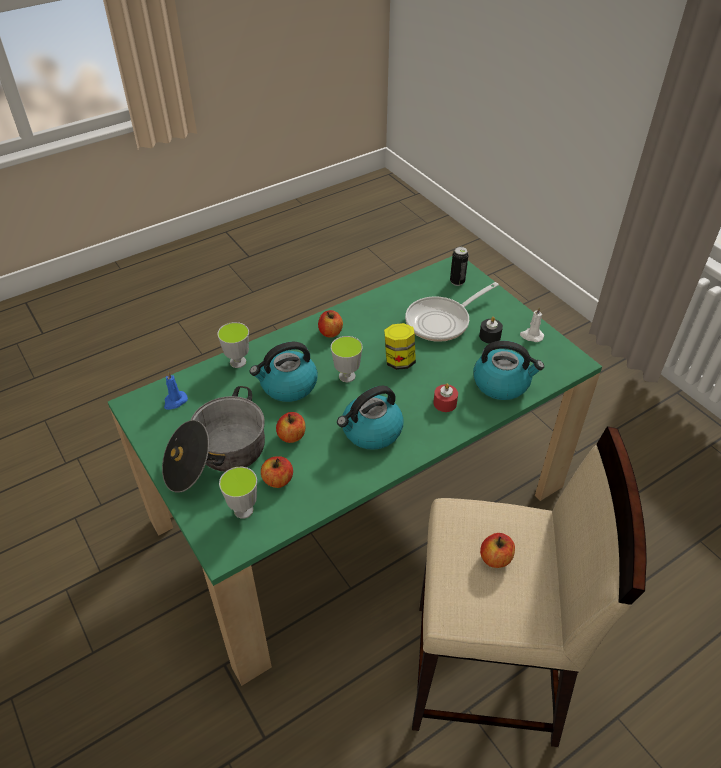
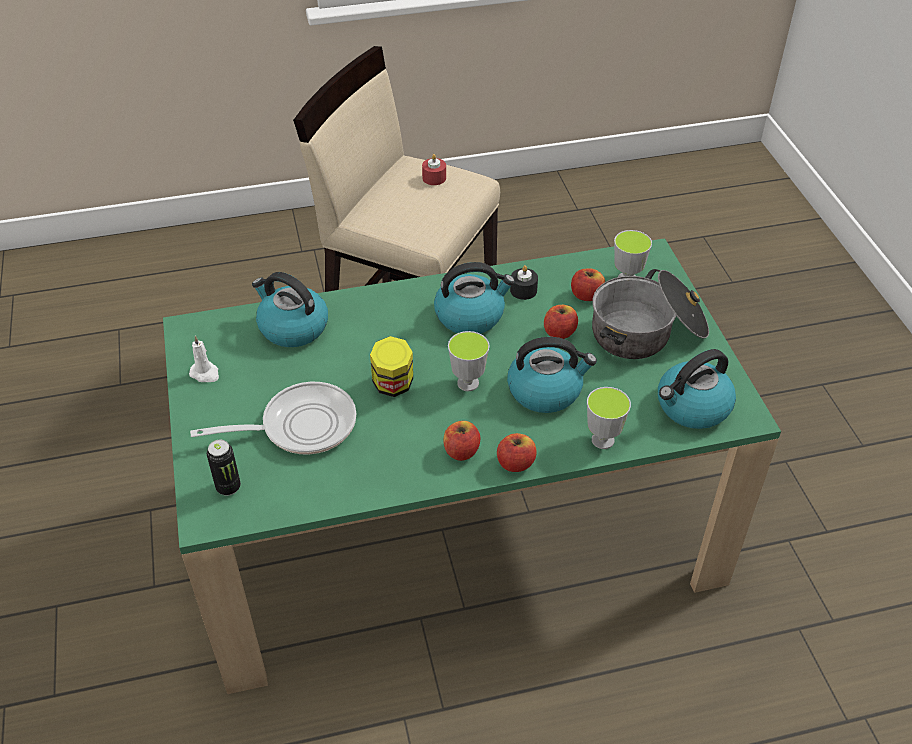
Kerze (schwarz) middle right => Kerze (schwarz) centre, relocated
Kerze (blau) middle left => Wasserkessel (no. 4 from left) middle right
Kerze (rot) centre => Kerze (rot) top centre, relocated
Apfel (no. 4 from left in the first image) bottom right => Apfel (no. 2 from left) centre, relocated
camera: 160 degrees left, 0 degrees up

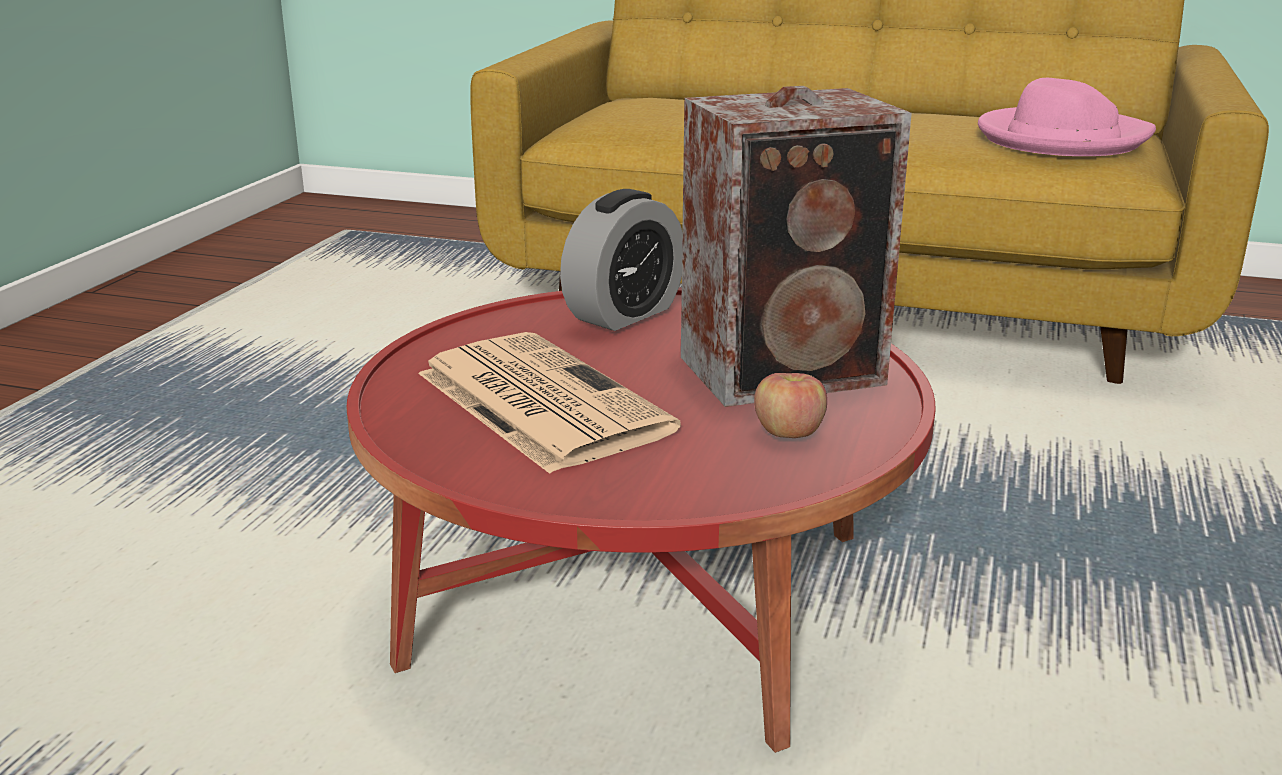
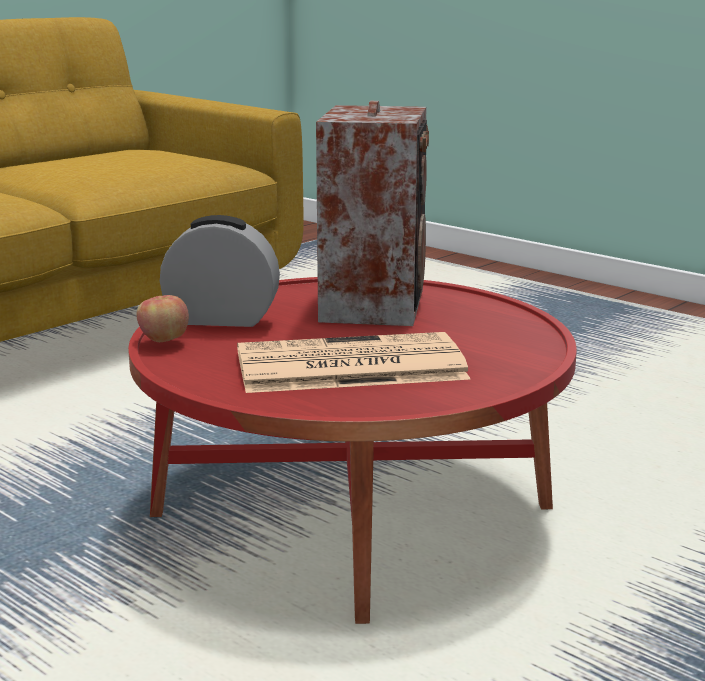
Hut (rosa) top right => nothing
Wecker centre => Wecker middle left, 60 degrees counterclockwise
Apfel centre => Apfel middle left, relocated
camera: 65 degrees left, 5 degrees down

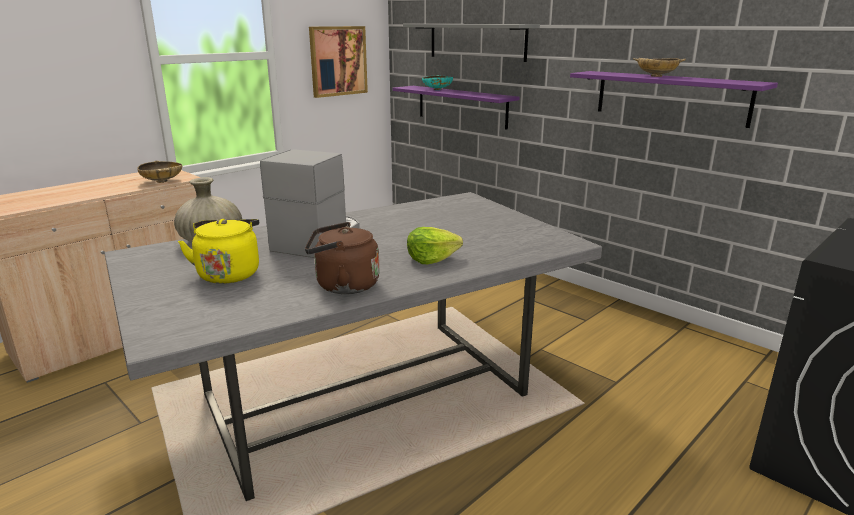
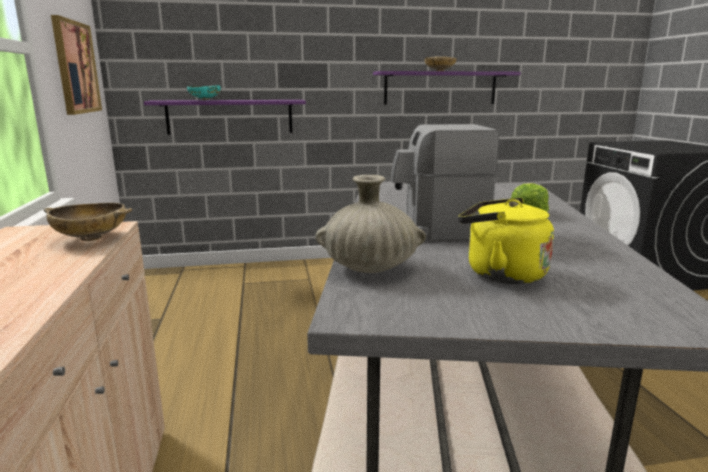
Wandregal (grau) top centre => nothing
Kaffeemaschine centre, 60 degrees counterclockwise
Wasserkessel (braun) centre => nothing
camera: 55 degrees left, 5 degrees down

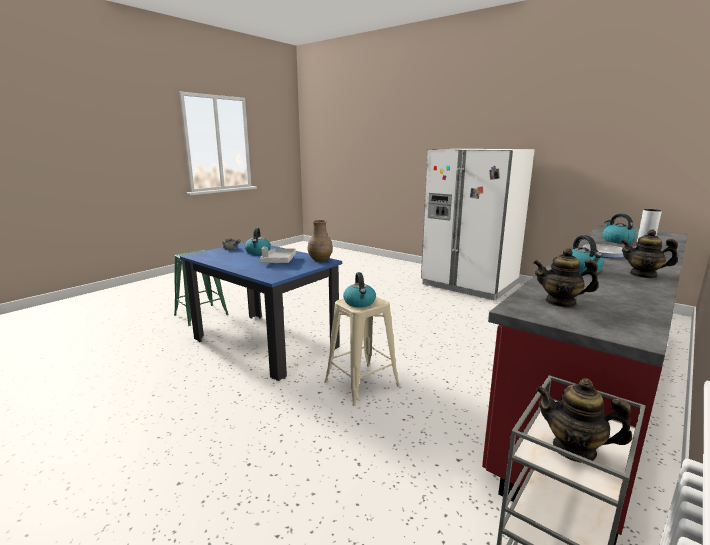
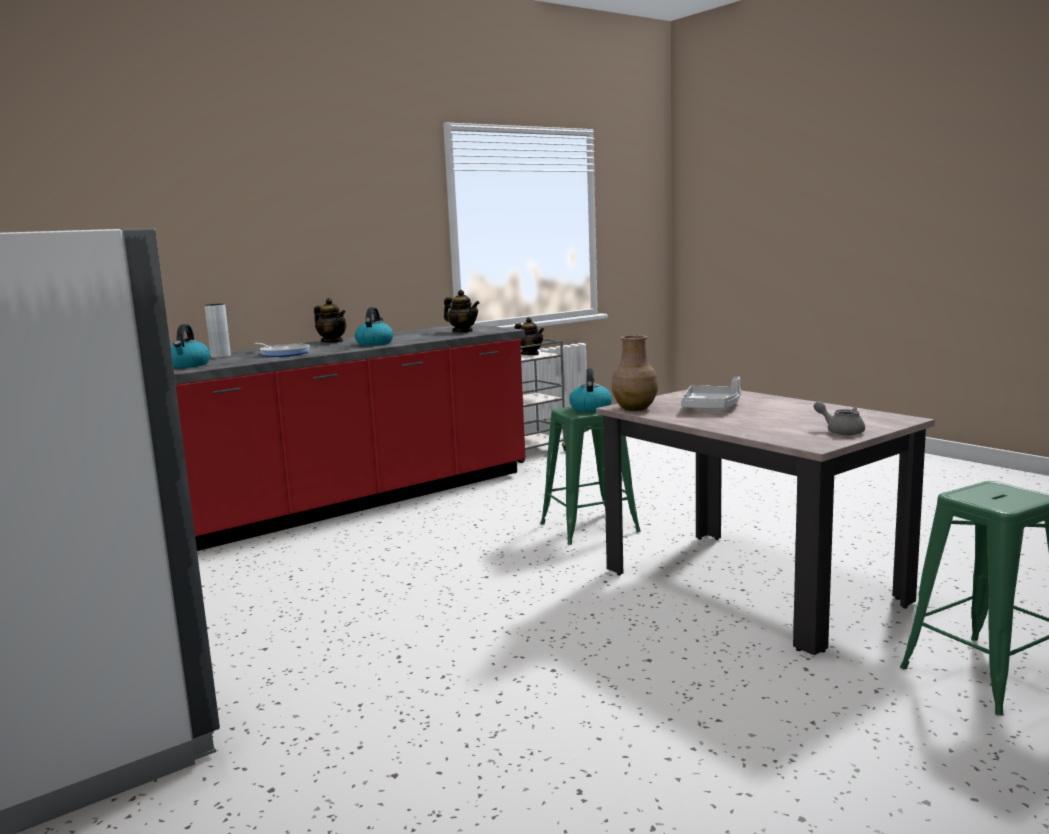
Wasserkessel (no. 1 from left) centre => nothing
Esstisch (blau) centre => Esstisch (beige) middle right
Hocker (beige) centre => Hocker (grün) (no. 1 from left) centre
camera: 165 degrees left, 5 degrees down

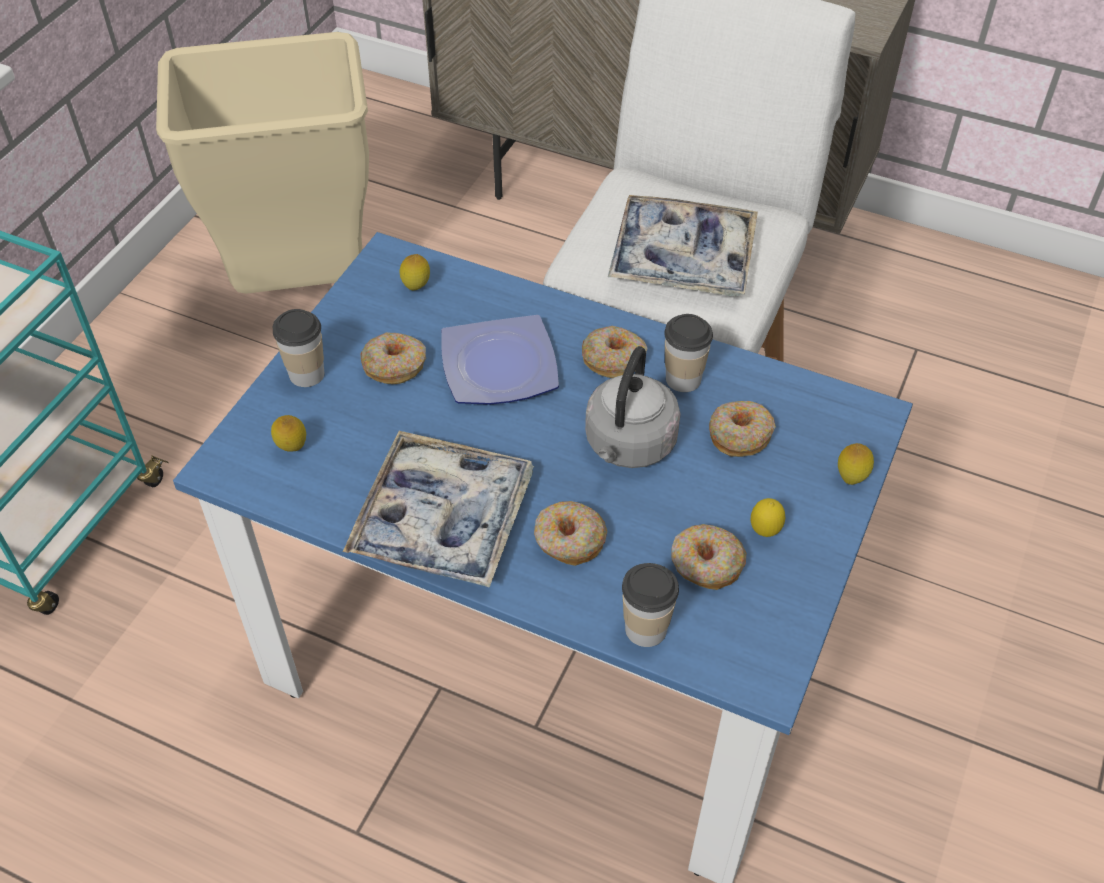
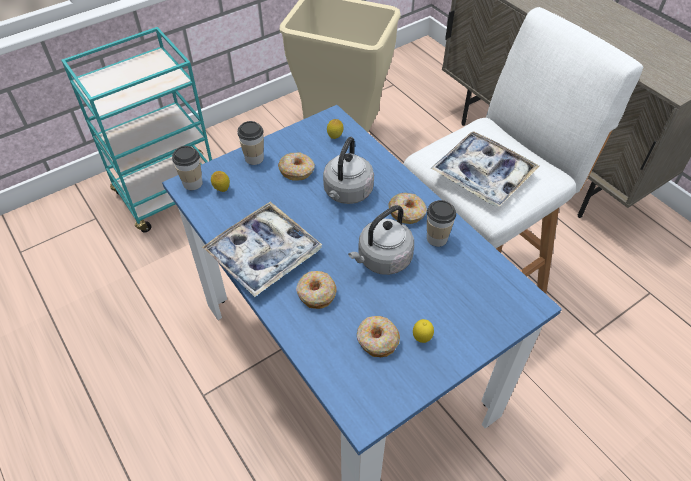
Teller centre => Wasserkessel (grau) (no. 1 from left) centre
Donut (no. 5 from left) middle right => nothing
Zitrone (no. 4 from left) middle right => nothing
Tasse (no. 2 from left in the first image) bottom centre => Tasse (no. 1 from left) middle left, relocated
camera: 30 degrees right, 0 degrees up

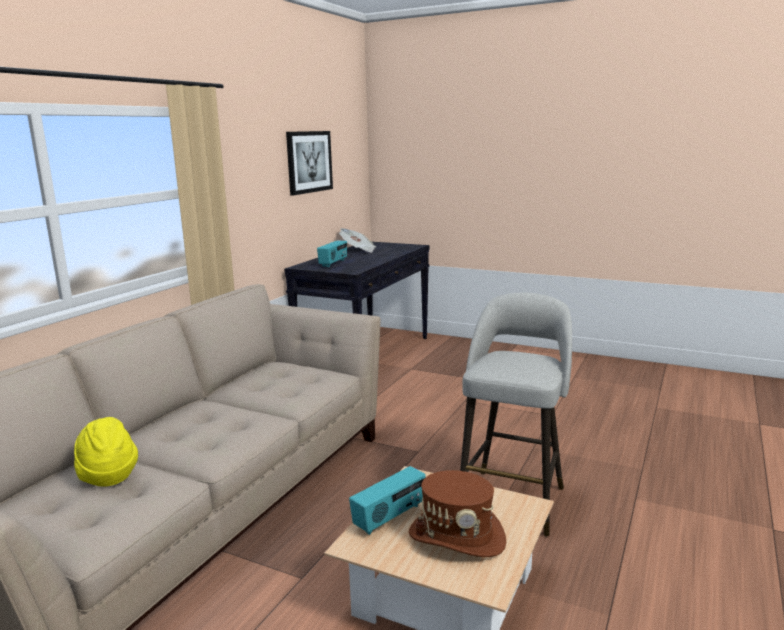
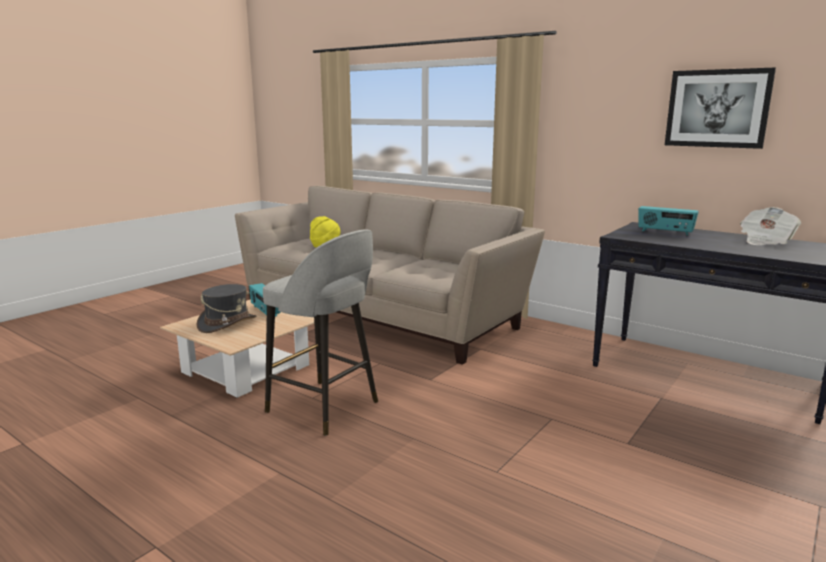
Hut (braun) bottom centre => Hut (grau) middle left
camera: 100 degrees right, 0 degrees up

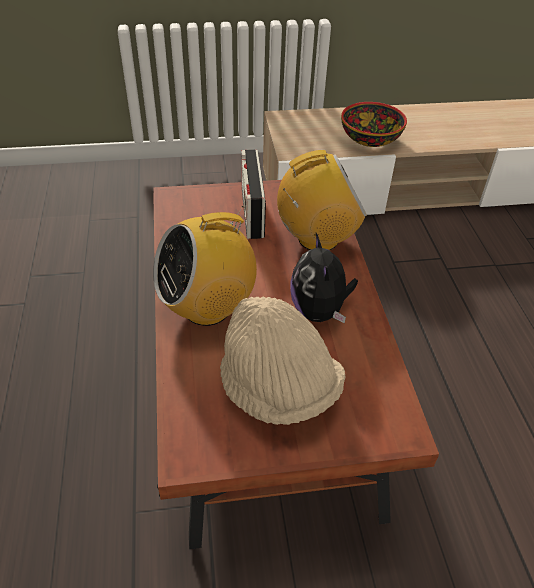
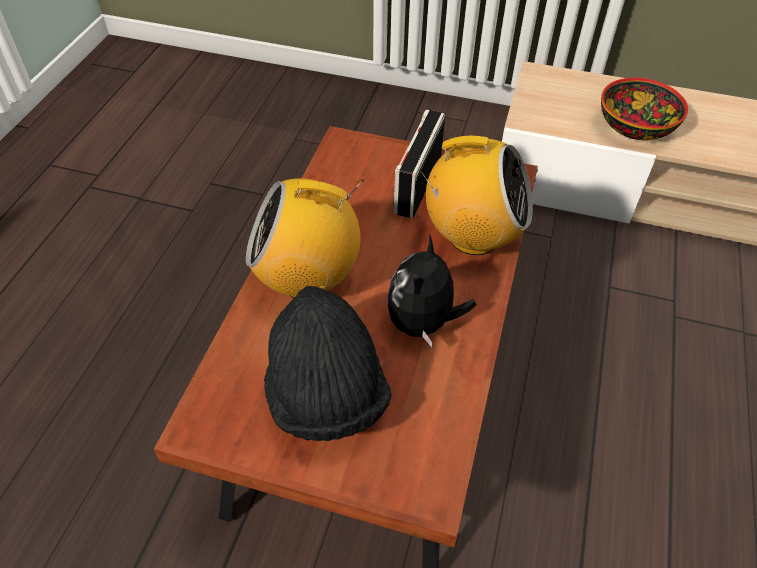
Hut (beige) centre => Hut (schwarz) centre
camera: 25 degrees right, 5 degrees up

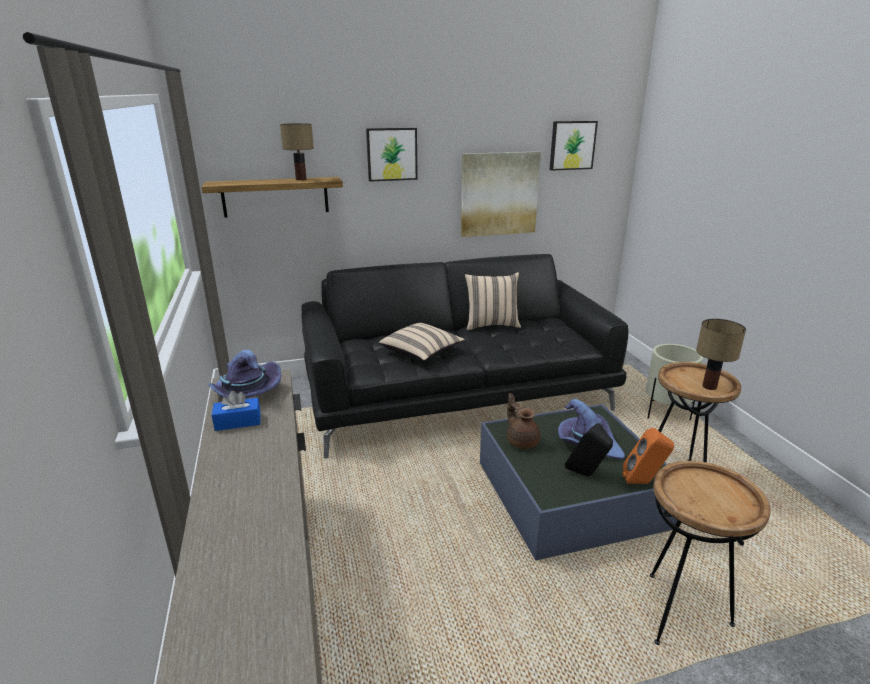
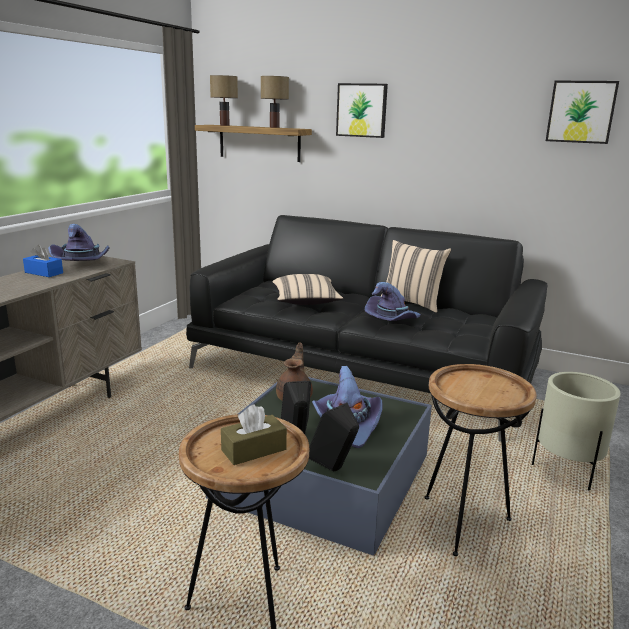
Bild (no. 2 from left) top centre => nothing
Tischlampe (no. 2 from left in the first image) middle right => Tischlampe (no. 1 from left) top centre, relocated
Lautsprecher (orange) bottom right => Lautsprecher (schwarz) (no. 2 from left) bottom centre
nothing => Hut (lila) (no. 3 from left) centre
nothing => Taschentuchbox (braun) bottom centre
camera: 40 degrees right, 5 degrees down

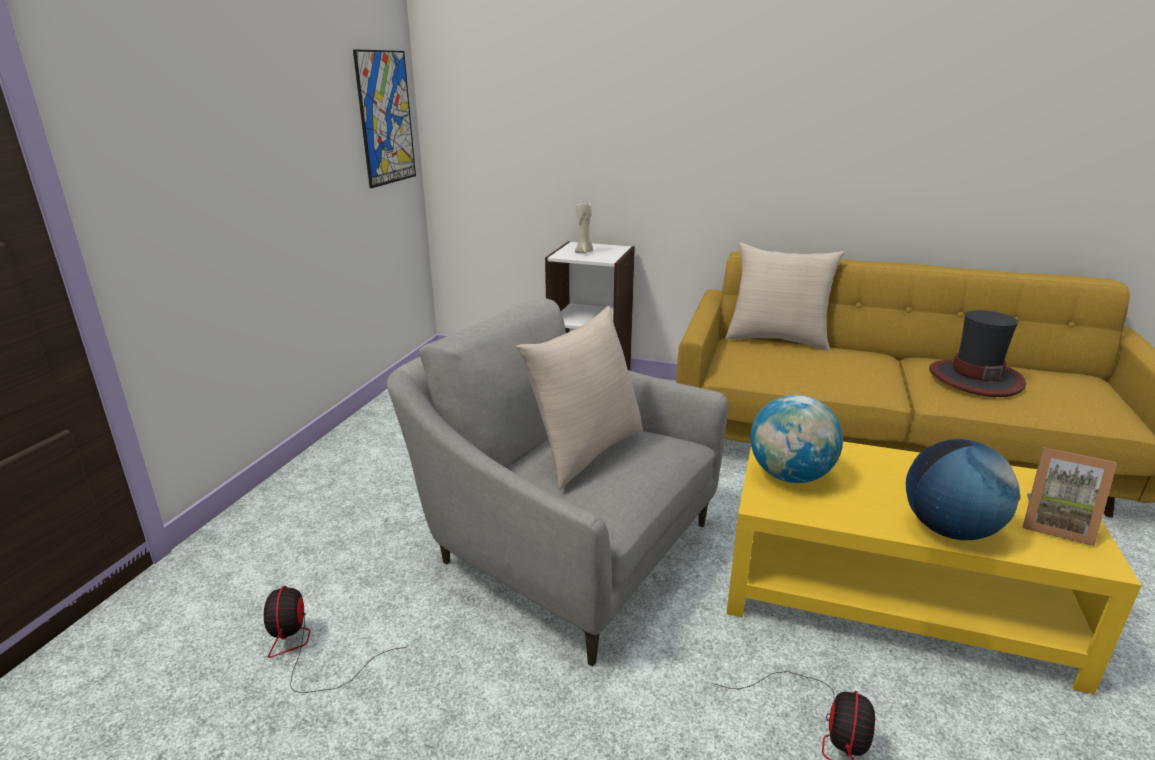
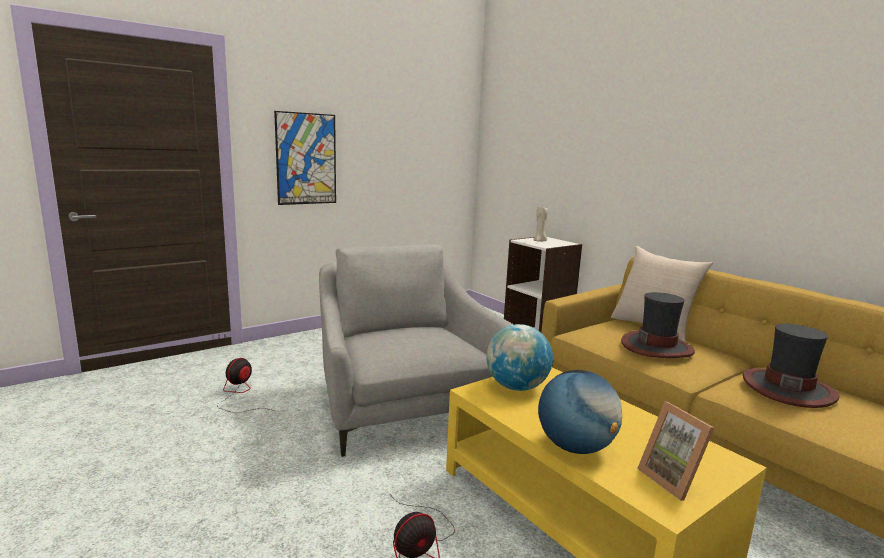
Bild top left => Bild top centre, relocated
Kissen (beige) (no. 1 from left) centre => nothing
nothing => Hut (no. 1 from left) middle right
camera: 35 degrees right, 10 degrees down

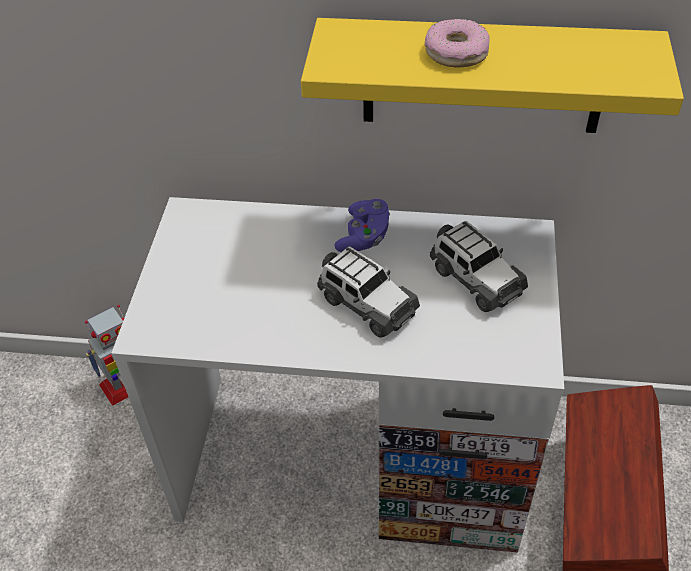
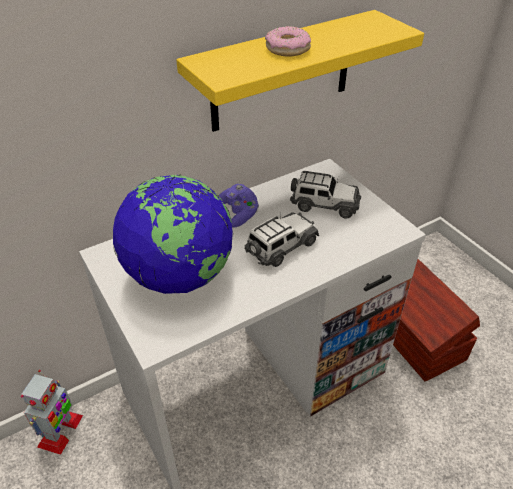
Spielzeugauto (no. 1 from left) centre, 45 degrees counterclockwise
nothing => Globus centre
camera: 40 degrees left, 5 degrees down

